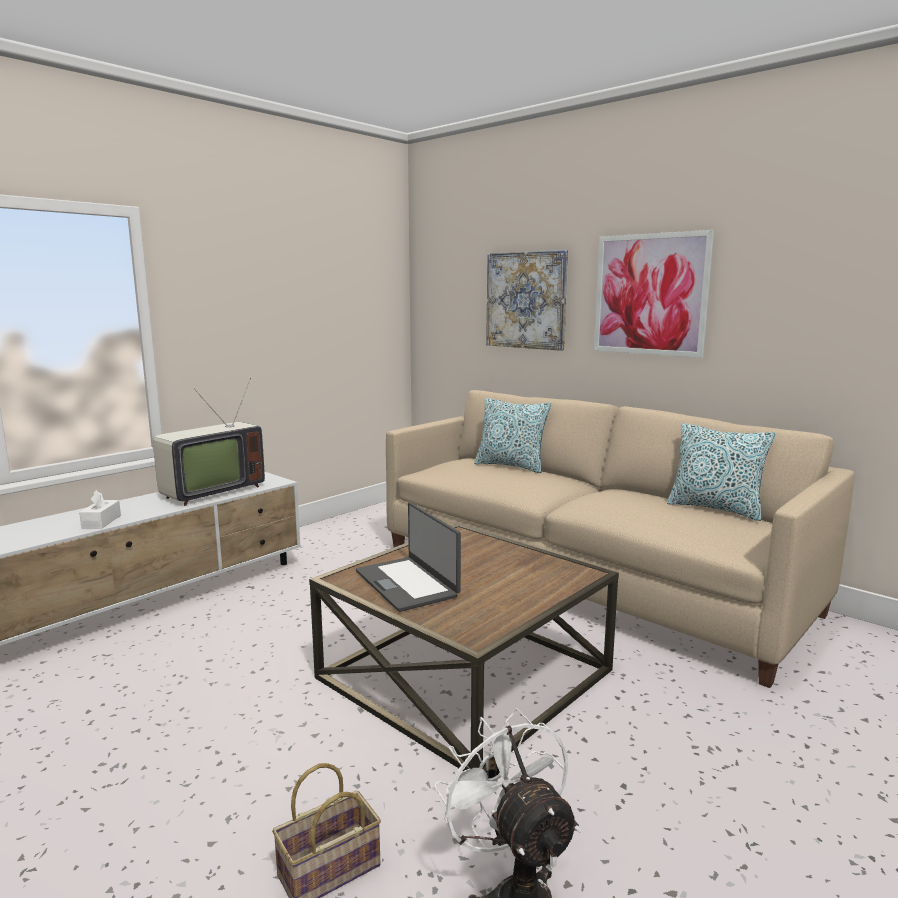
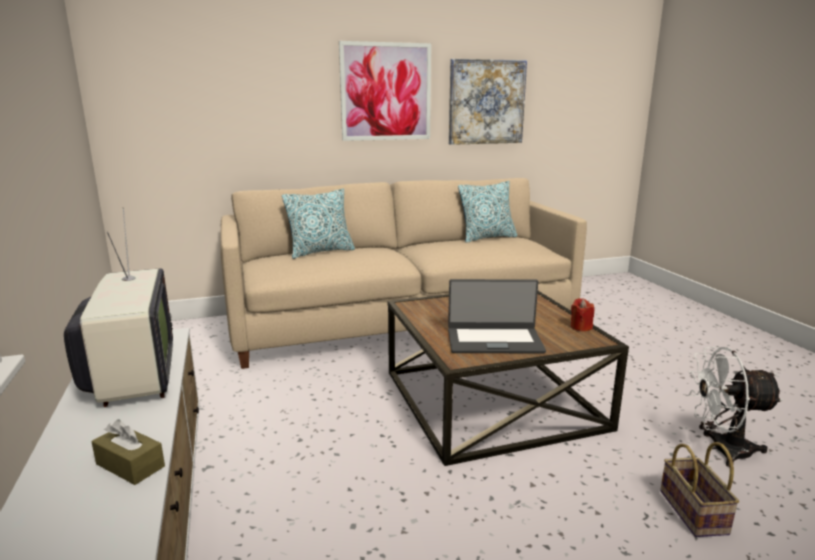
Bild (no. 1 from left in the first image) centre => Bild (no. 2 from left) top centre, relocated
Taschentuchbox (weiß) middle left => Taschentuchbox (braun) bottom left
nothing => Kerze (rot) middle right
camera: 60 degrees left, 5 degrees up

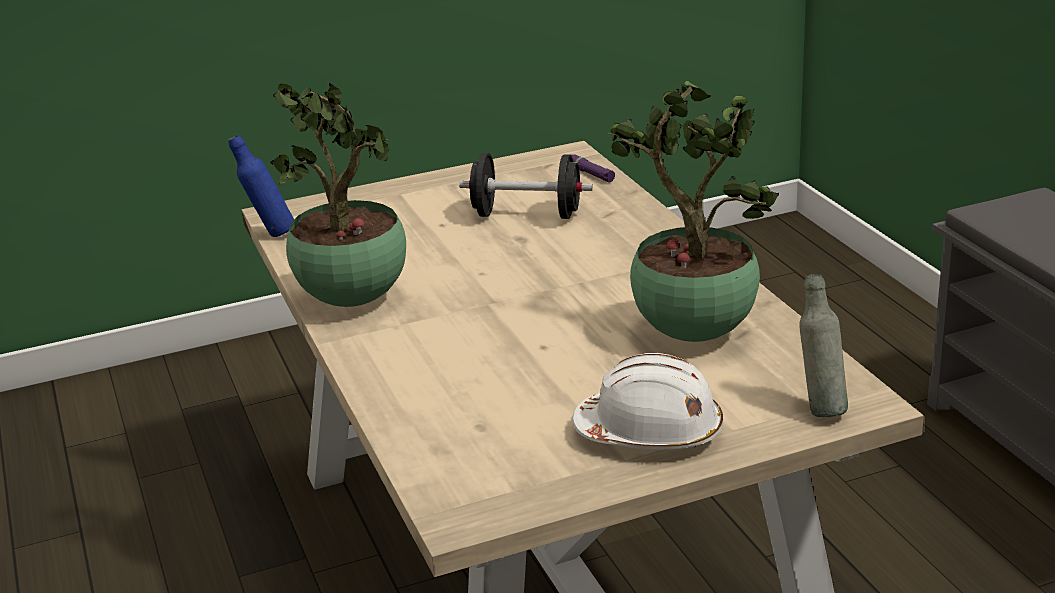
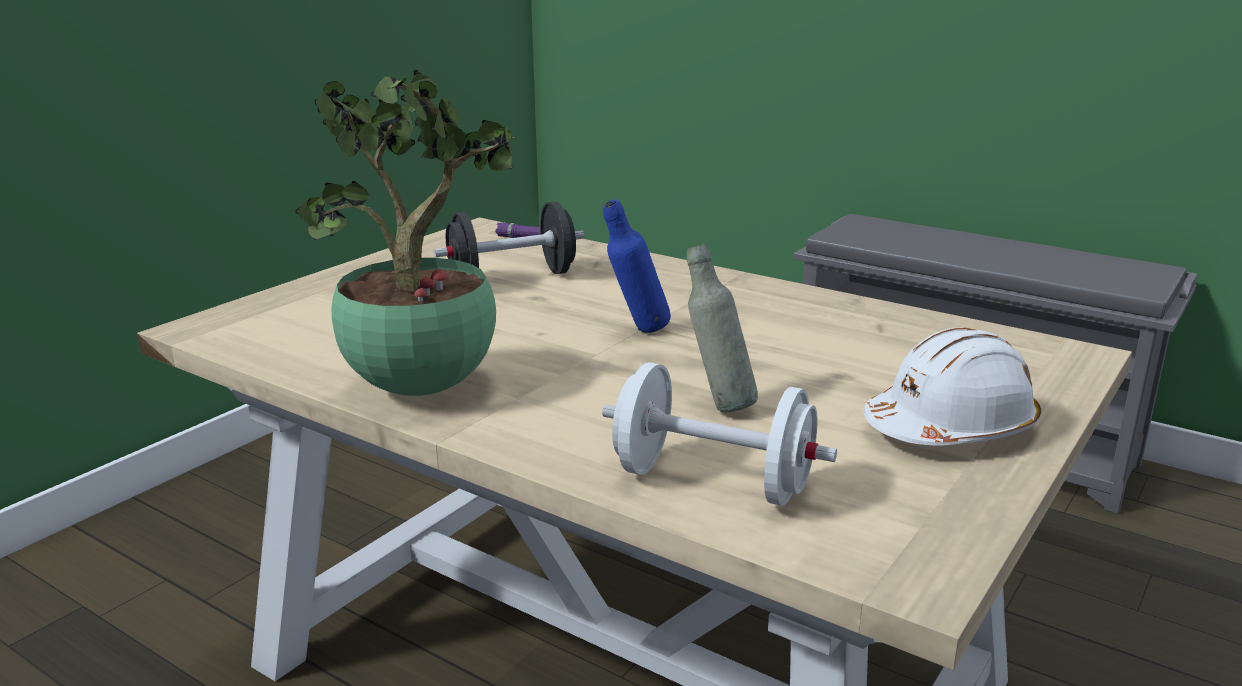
Topfpflanze (no. 2 from left) centre => nothing
Flasche (blau) top left => Flasche (blau) centre, relocated
Flasche (grau) middle right => Flasche (grau) centre, relocated
nothing => Hantel (weiß) centre
camera: 35 degrees left, 5 degrees down

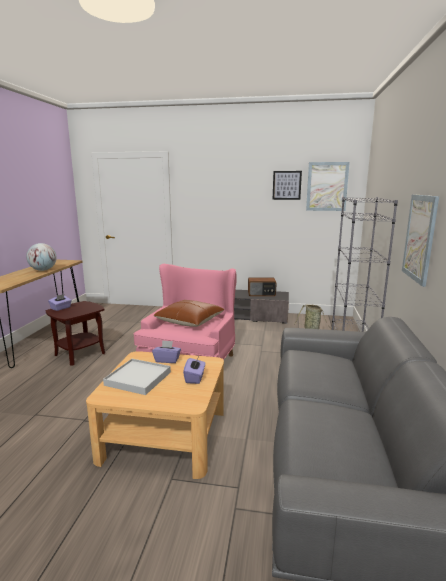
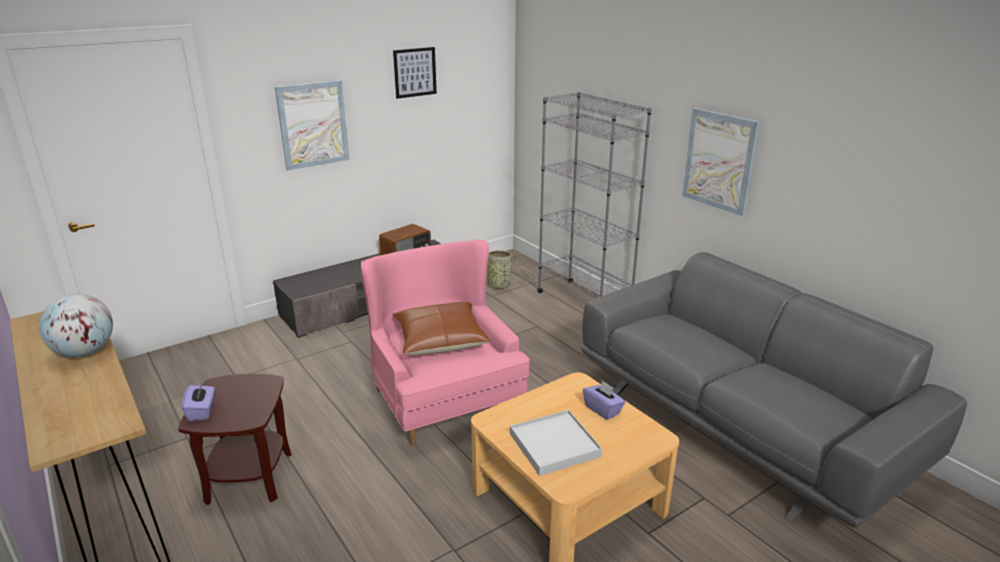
Bild (no. 2 from left in the first image) top right => Bild (no. 1 from left) top left, relocated
Taschentuchbox (lila) (no. 2 from left) centre => nothing
camera: 45 degrees left, 10 degrees up

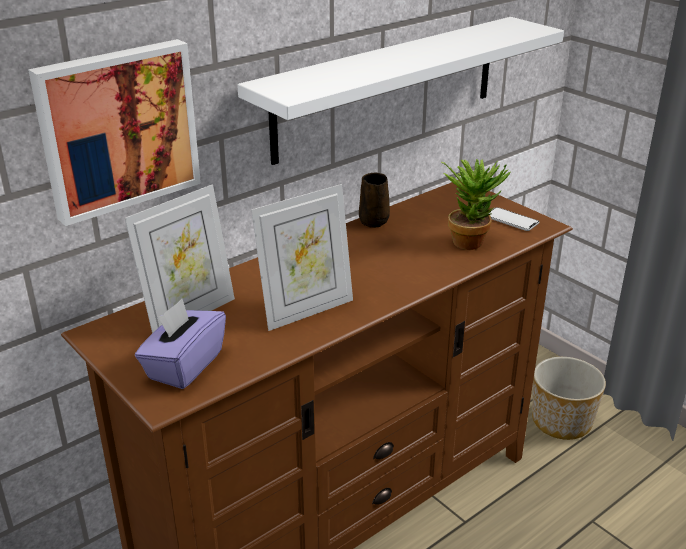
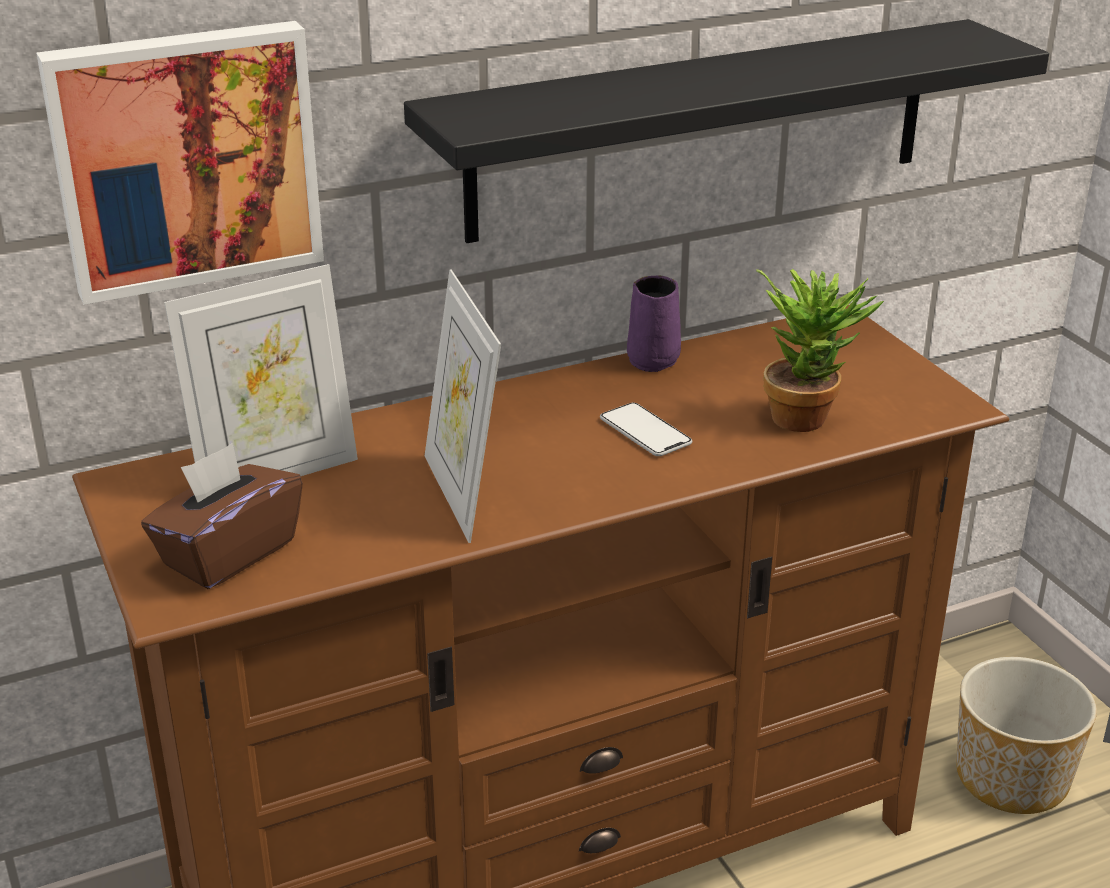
Wandregal (weiß) top centre => Wandregal (schwarz) top centre
Henkelbecher (braun) centre => Henkelbecher (lila) centre
Bilderrahmen (no. 2 from left) centre, 90 degrees clockwise
Handy middle right => Handy centre, relocated
Taschentuchbox (lila) middle left => Taschentuchbox (braun) middle left
camera: 15 degrees right, 0 degrees up

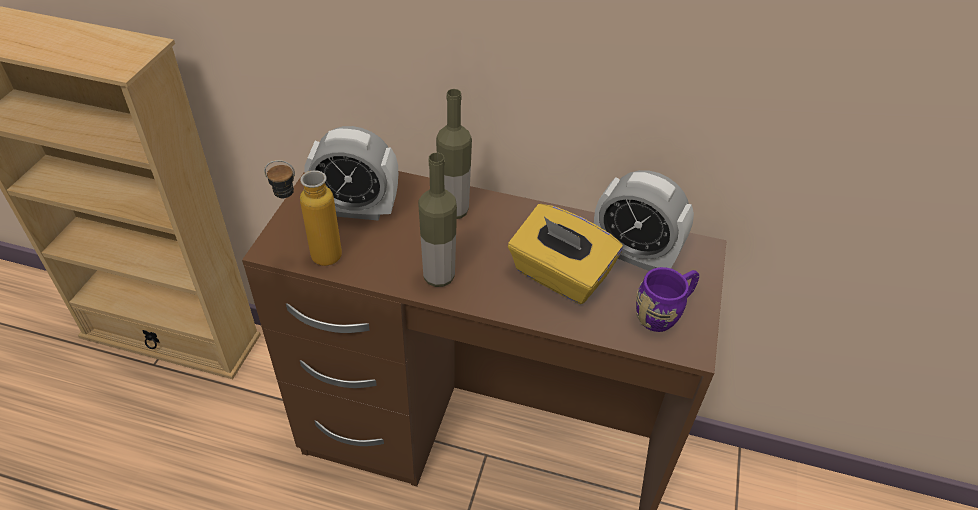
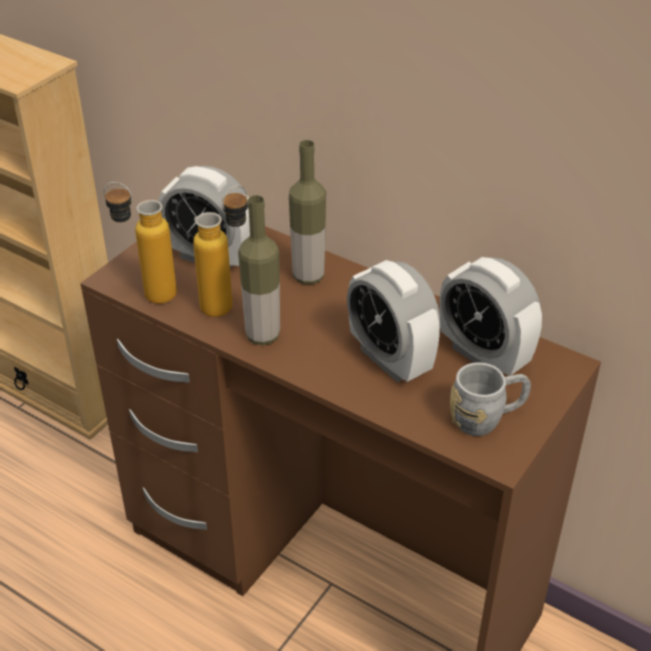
Taschentuchbox (gelb) centre => Wecker (no. 2 from left) centre
Henkelbecher (lila) middle right => Henkelbecher (grau) middle right
nothing => Flasche (no. 2 from left) centre
camera: 20 degrees right, 5 degrees down

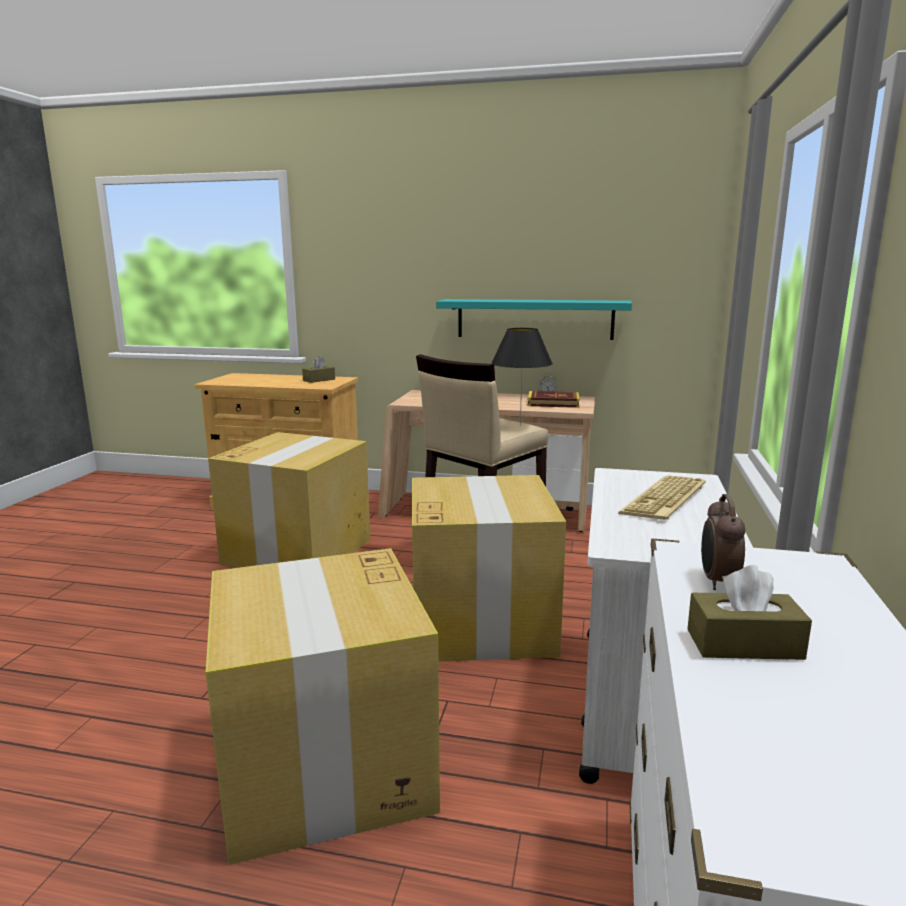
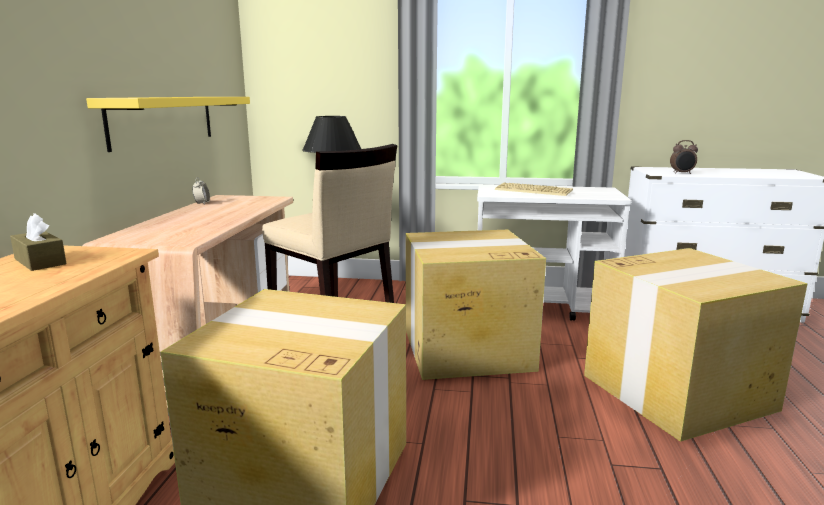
Wandregal (türkis) centre => Wandregal (gelb) top left
Buch centre => nothing
Taschentuchbox (braun) (no. 2 from left) bottom right => nothing
camera: 95 degrees left, 0 degrees up

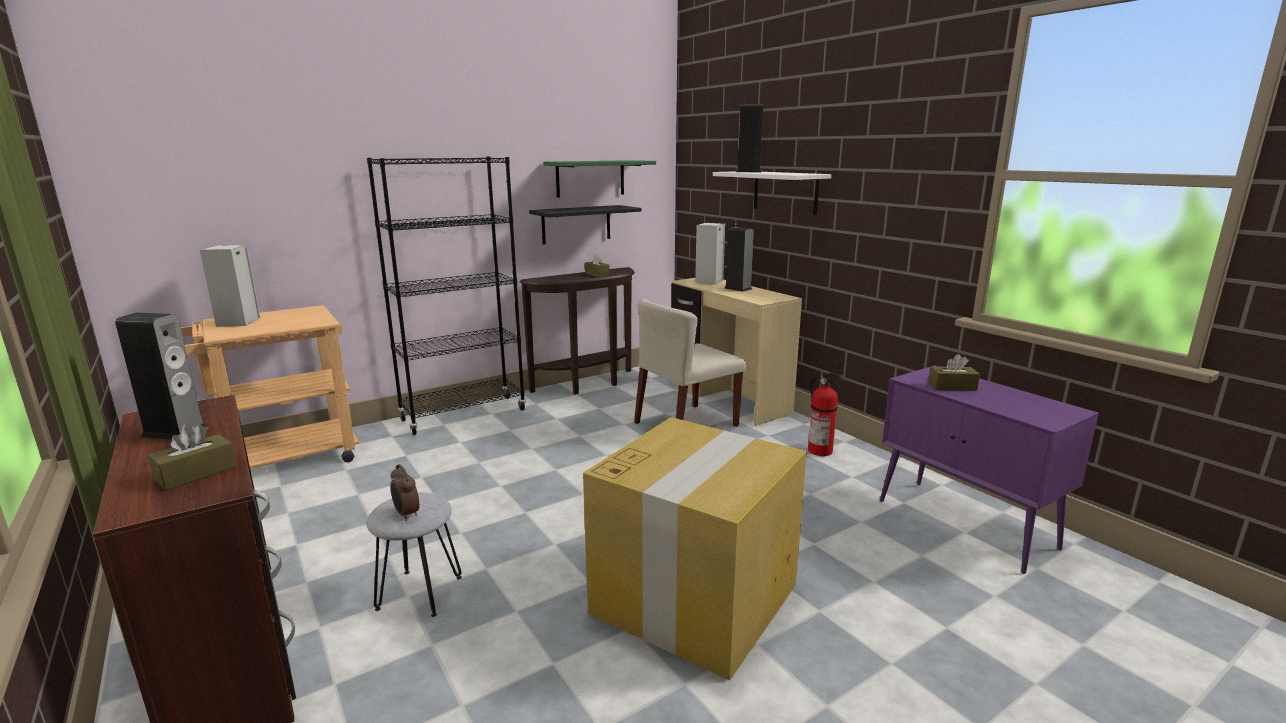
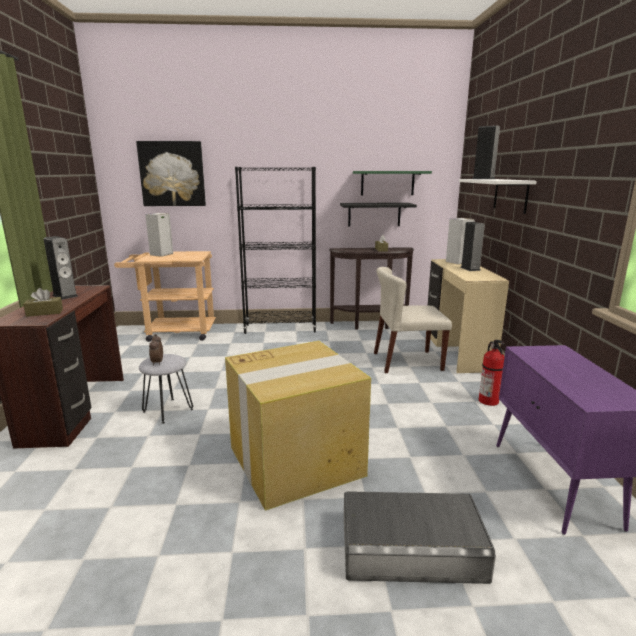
Taschentuchbox (braun) (no. 3 from left) middle right => nothing
nothing => Bild top left
nothing => Aufbewahrungsbox (grau) bottom centre
camera: 30 degrees right, 0 degrees up

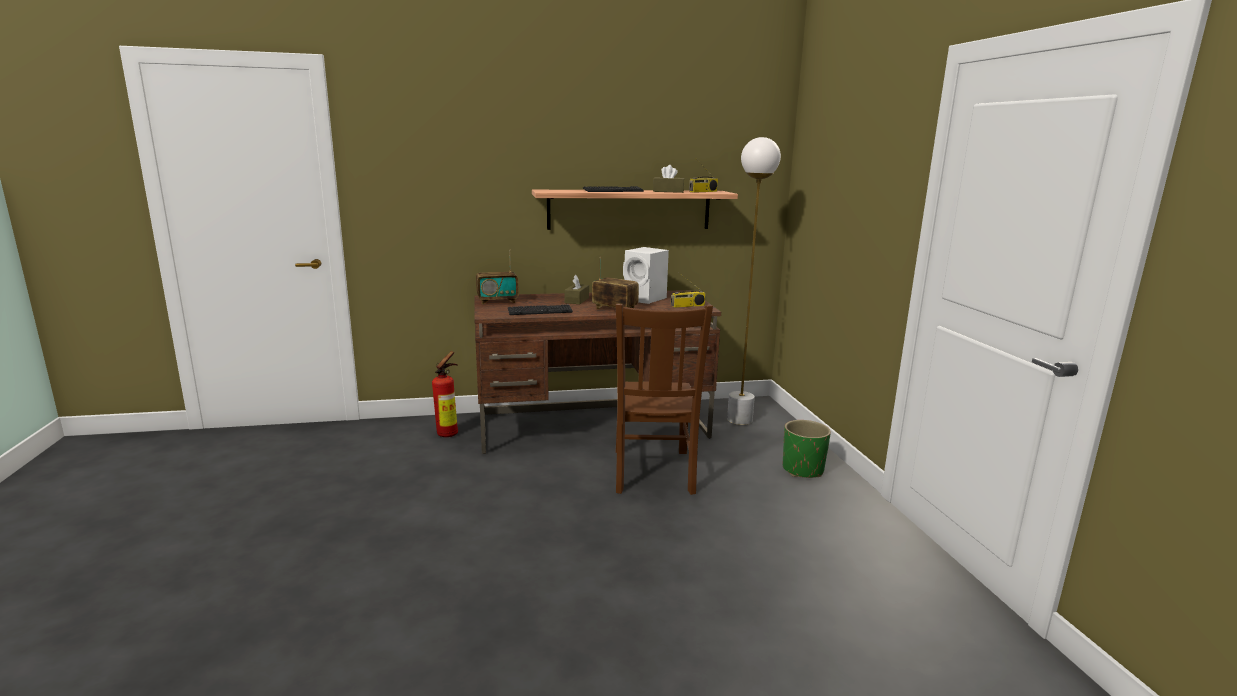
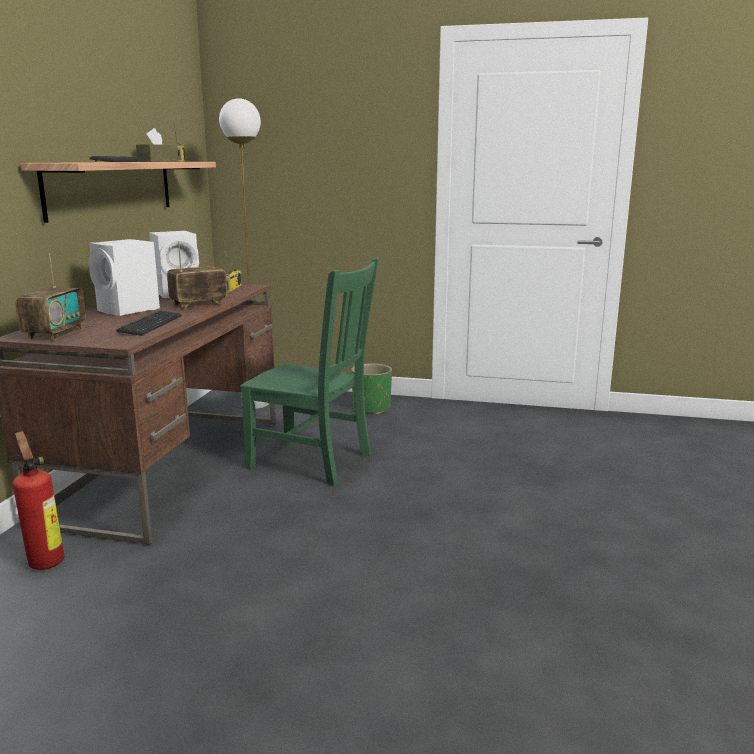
Taschentuchbox (braun) (no. 1 from left) centre => Lautsprecher (weiß) (no. 1 from left) middle left
Stuhl (braun) centre => Stuhl (grün) centre
camera: 65 degrees left, 0 degrees up

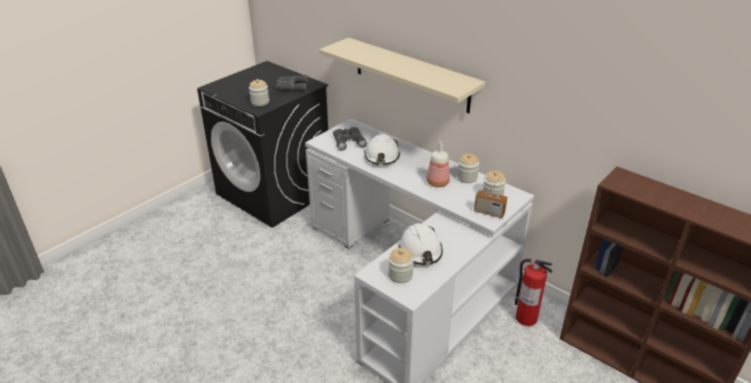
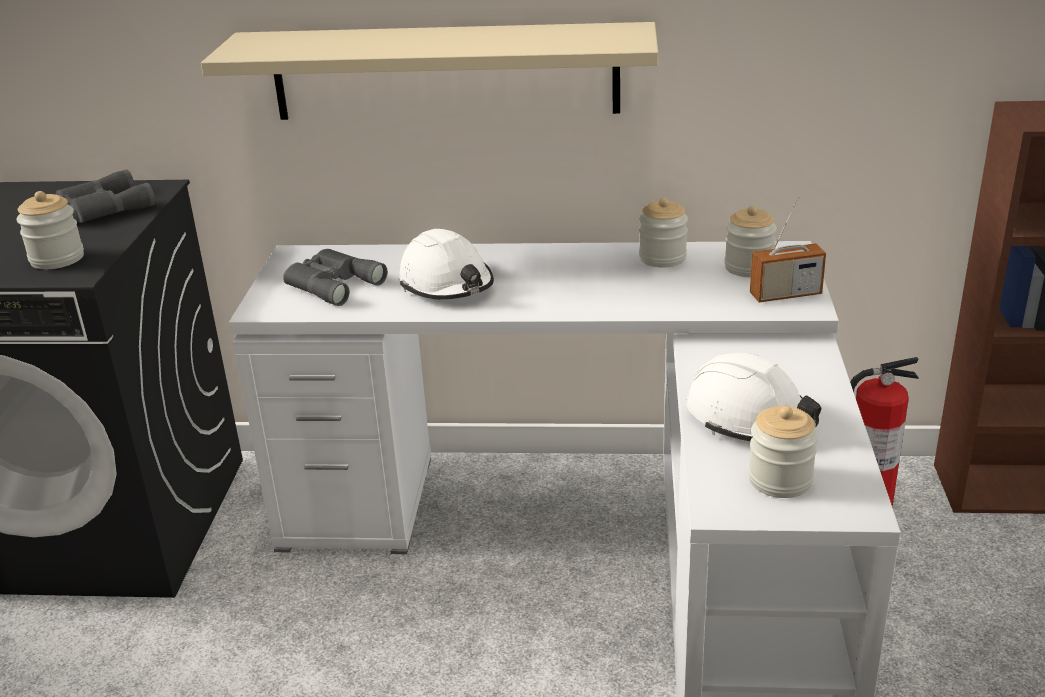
Flasche centre => nothing
camera: 35 degrees left, 5 degrees down

